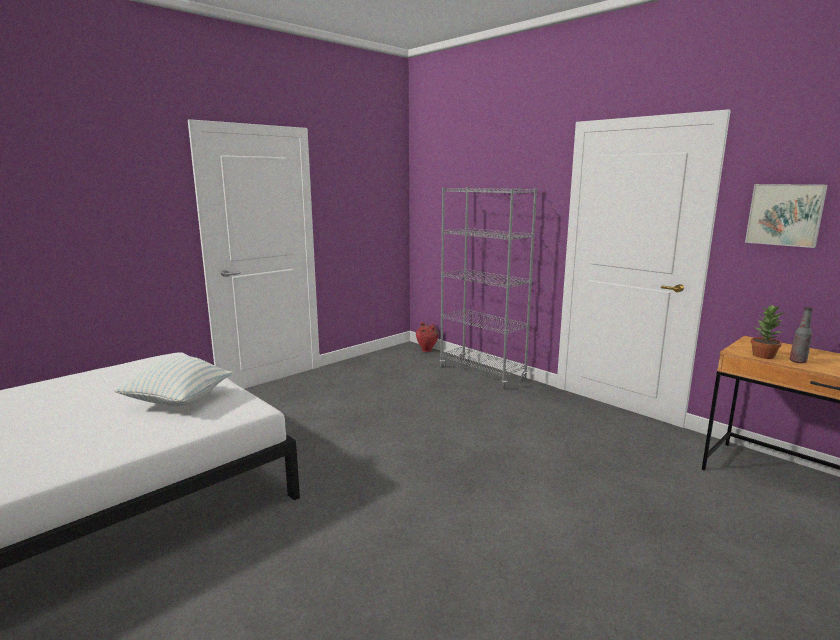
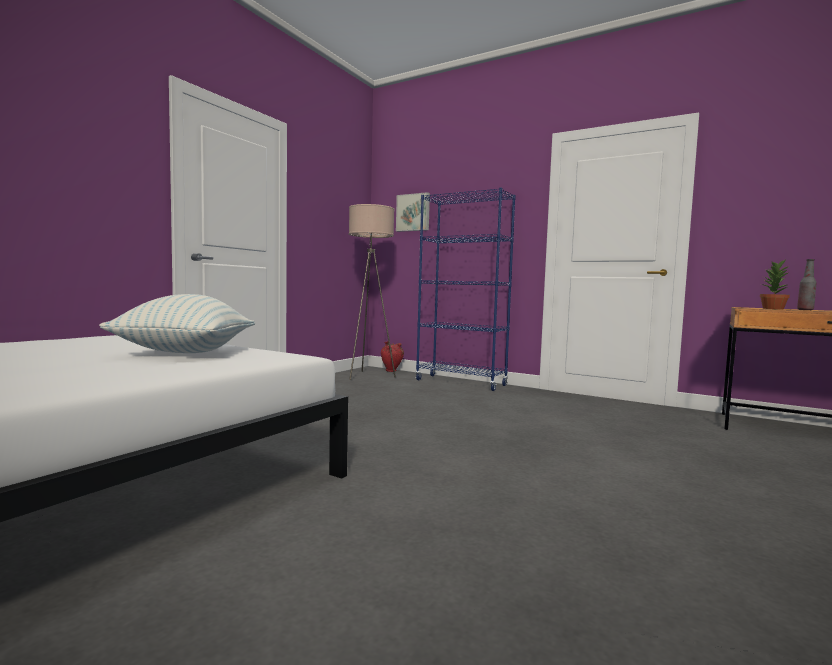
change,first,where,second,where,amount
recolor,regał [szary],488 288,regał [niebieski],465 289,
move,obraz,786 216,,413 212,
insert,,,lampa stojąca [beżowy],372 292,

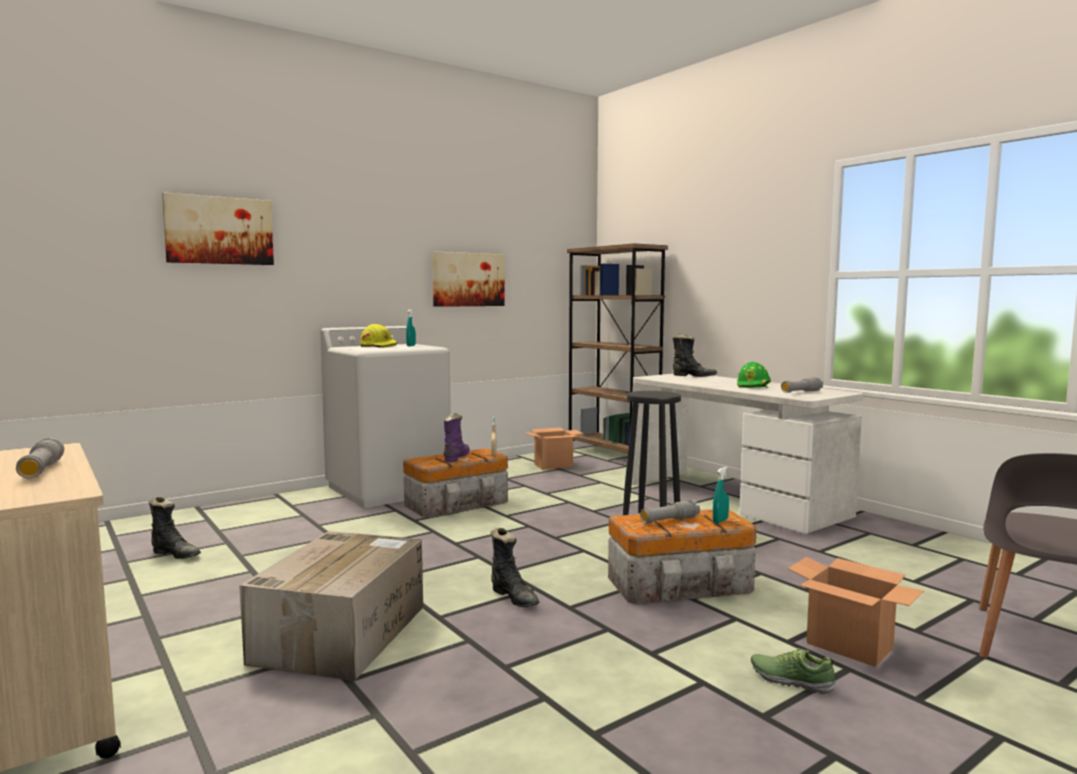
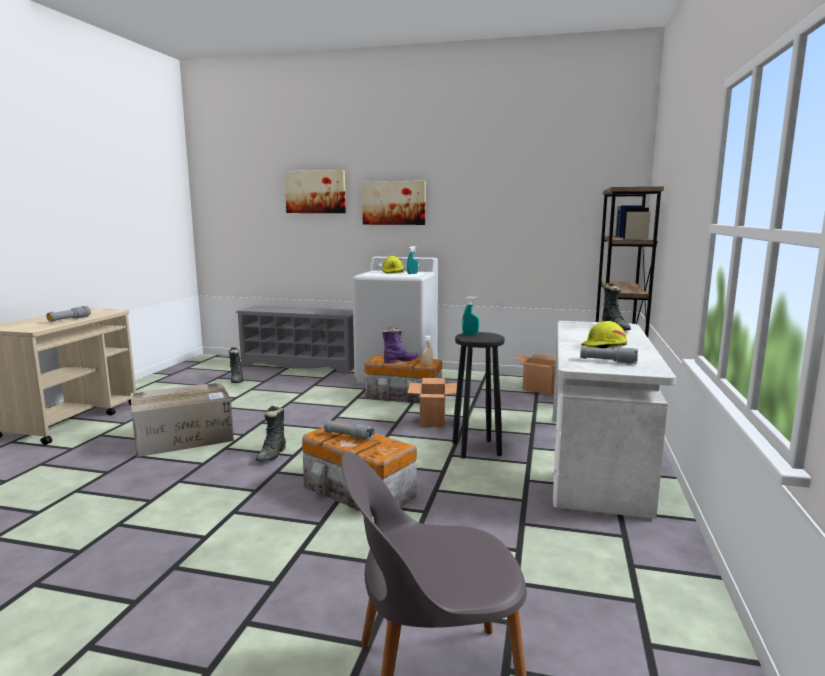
change,first,where,second,where,amount
move,obraz,468 279,,394 203,
move,spryskiwacz [turkusowy],721 495,,470 316,
recolor,kask [zielony],754 375,kask [żółty],604 335,
delete,but,794 671,,,
move,karton,856 612,,432 403,
insert,,,regał na buty [szary],294 339,

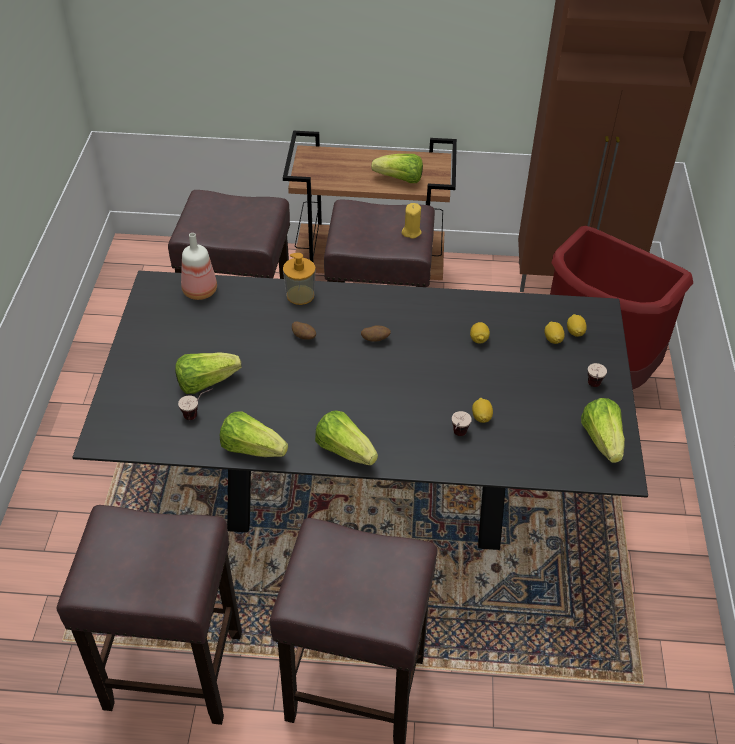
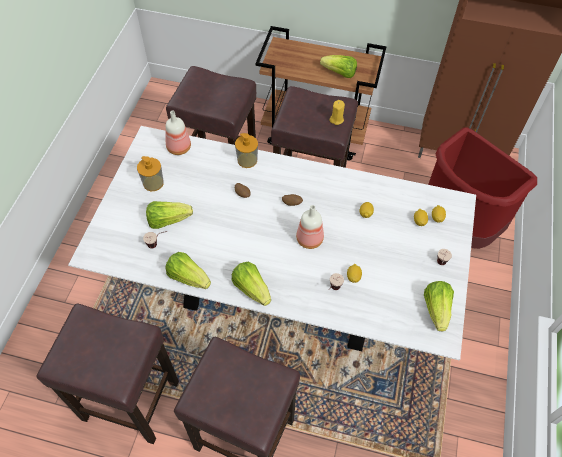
change,first,where,second,where,amount
recolor,stół jadalny [czarny],360 410,stół jadalny [biały],272 243,
insert,,,dozownik mydła,150 173,
insert,,,butelka,310 227,

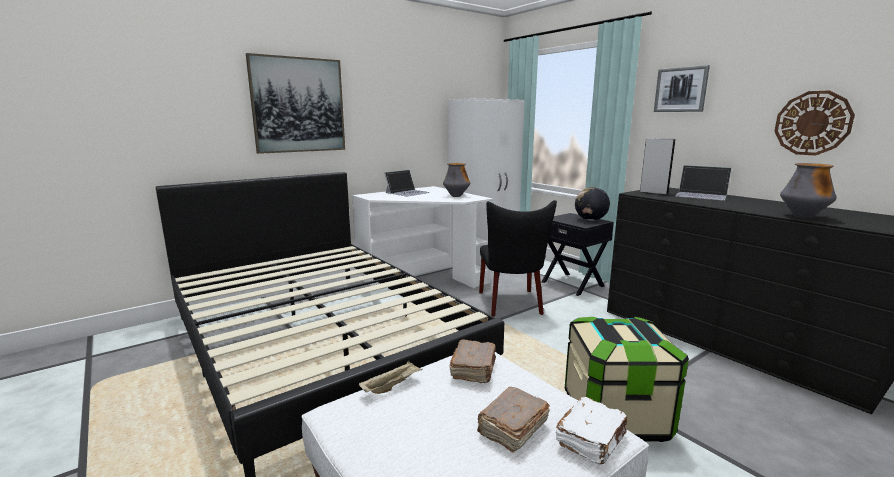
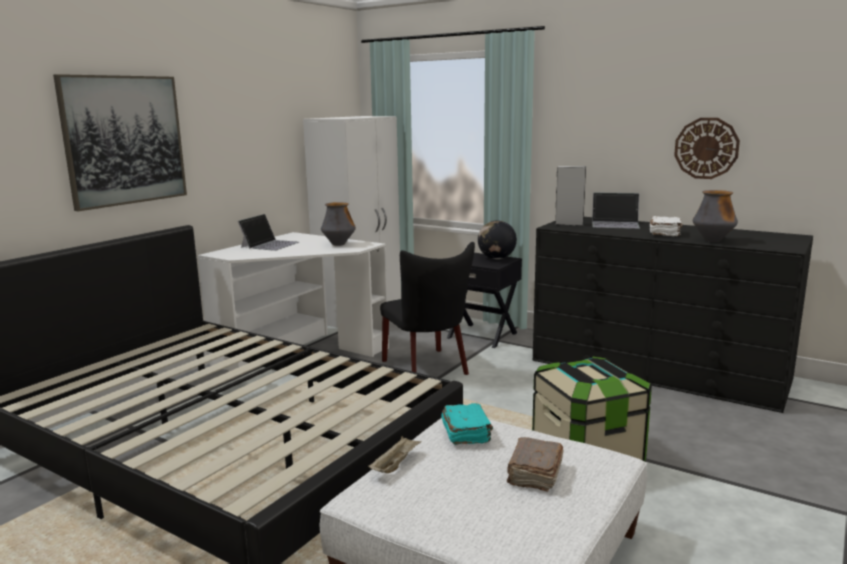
change,first,where,second,where,amount
recolor,książka [brązowy],472 361,książka [turkusowy],467 424,
move,książka [biały],591 430,,666 226,
delete,obraz,682 88,,,

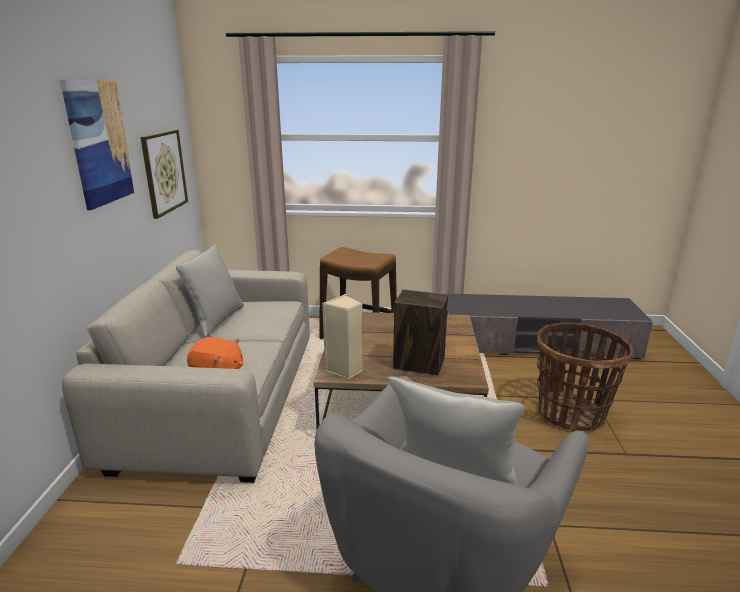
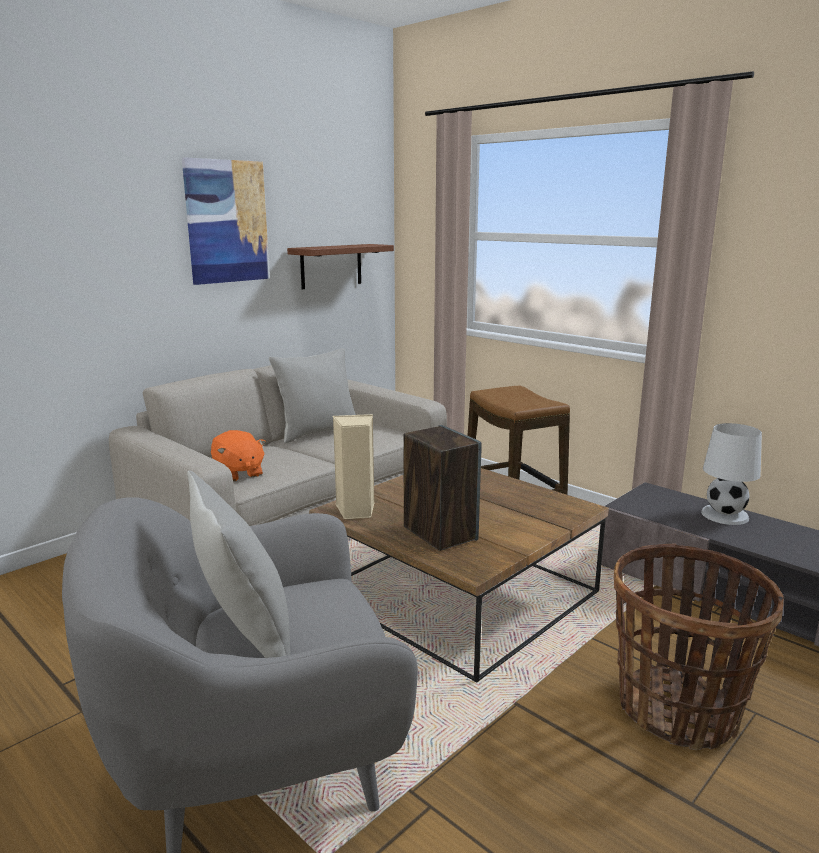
change,first,where,second,where,amount
replace,obraz,164 174,półka [brązowy],340 267,
insert,,,lampa stołowa [biały],731 474,

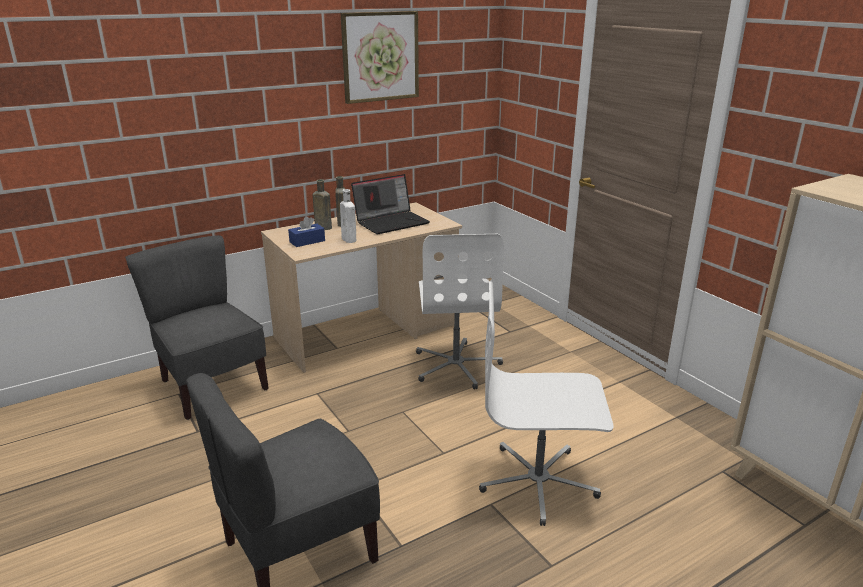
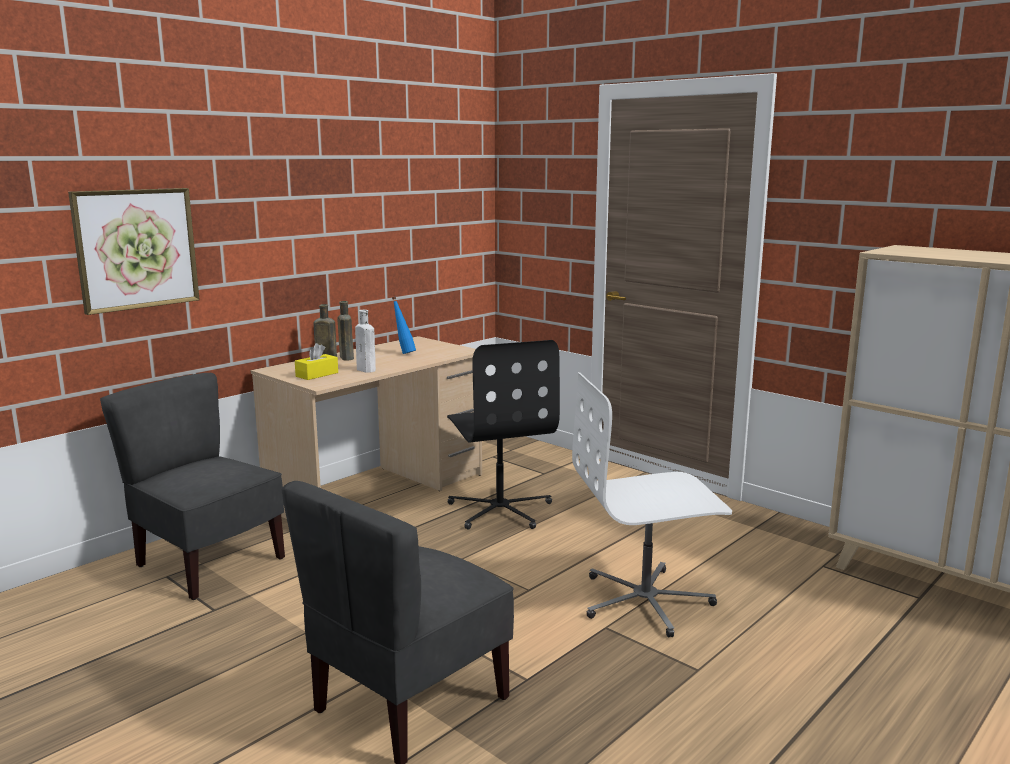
change,first,where,second,where,amount
recolor,pudełko chusteczek [niebieski],306 231,pudełko chusteczek [żółty],316 361,
move,obraz,380 57,,134 251,
replace,laptop,390 204,butelka [niebieski],404 325,
recolor,krzesło biurowe [biały],460 312,krzesło biurowe [czarny],503 434,

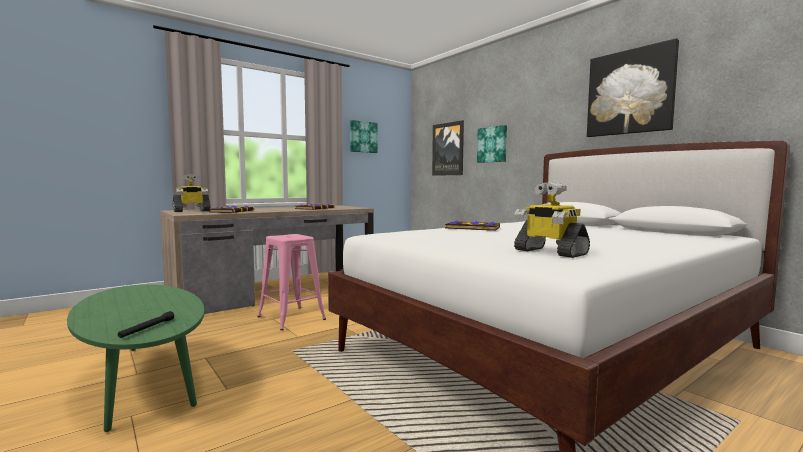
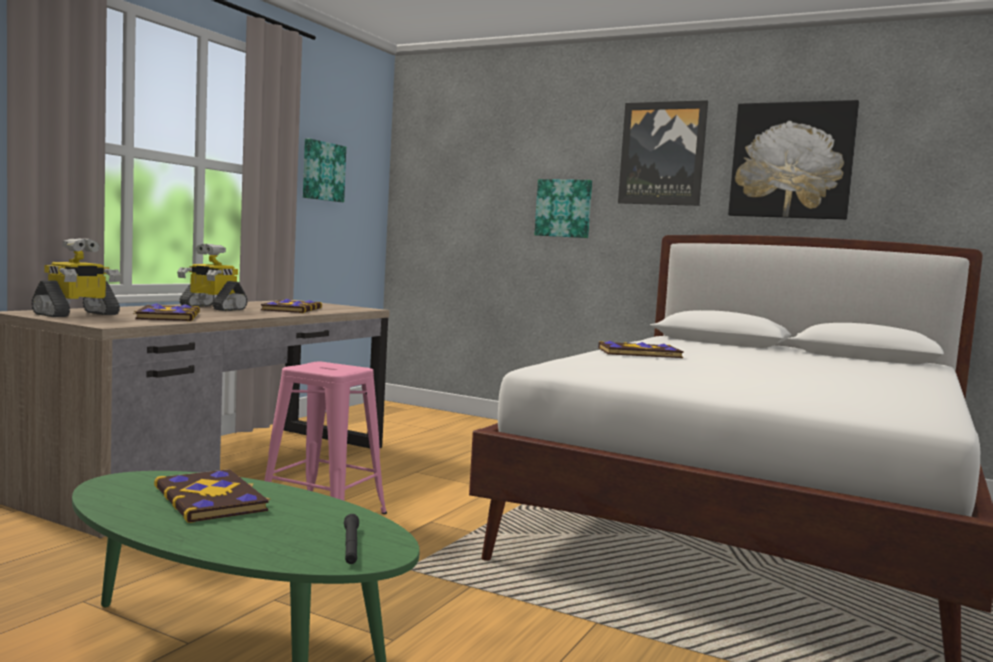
change,first,where,second,where,amount
move,obraz,448 148,,663 153,
move,robot zabawkowy,552 220,,212 277,
insert,,,książka,212 496,

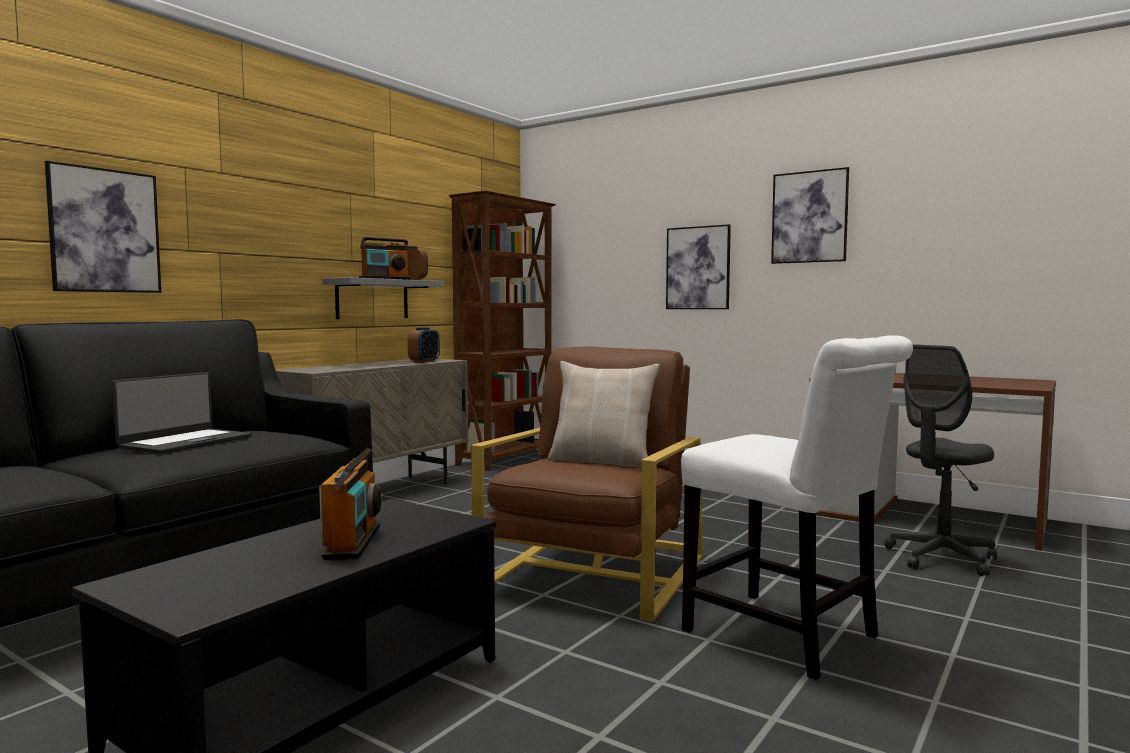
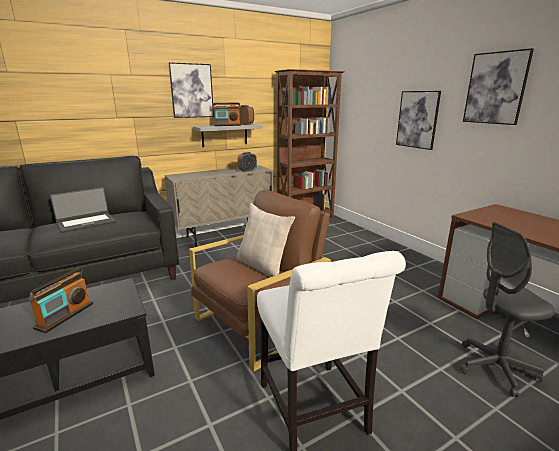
change,first,where,second,where,amount
move,obraz,103 226,,191 90,

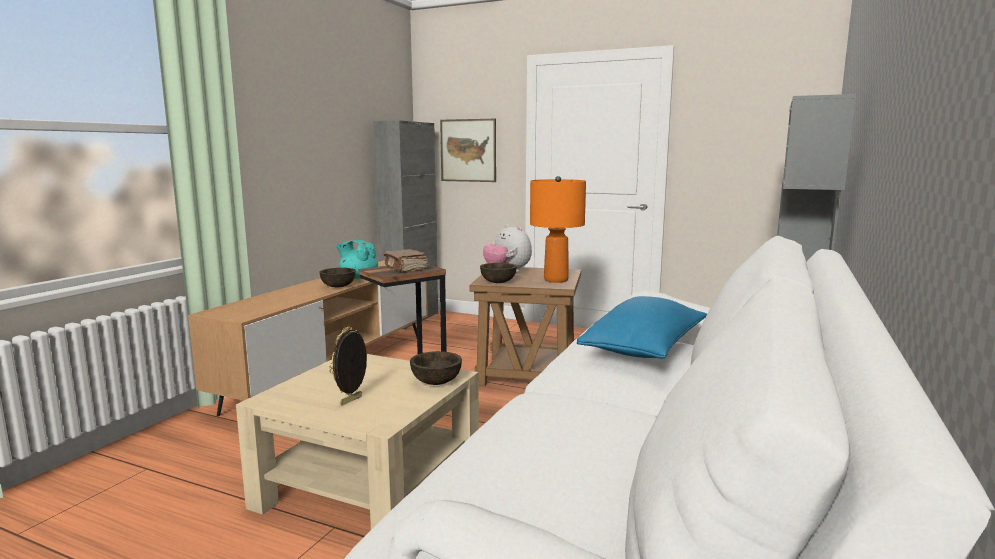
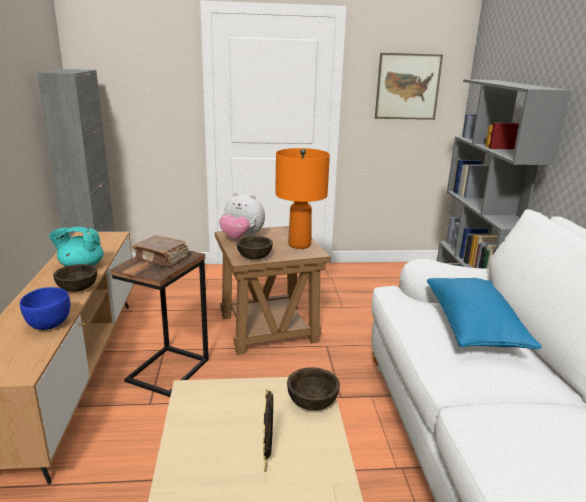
change,first,where,second,where,amount
move,obraz,468 150,,409 86,
insert,,,miska [niebieski],45 308,

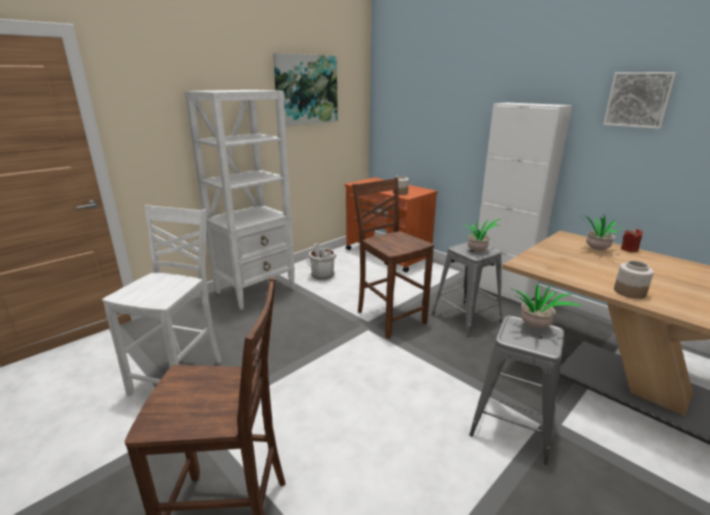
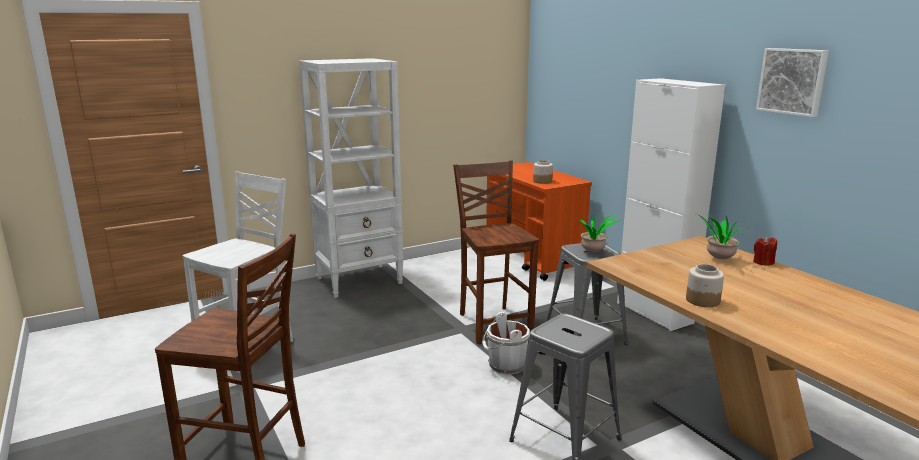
change,first,where,second,where,amount
delete,obraz,305 90,,,
move,wiadro [biały],322 261,,506 343,
delete,roślina doniczkowa,548 306,,,

